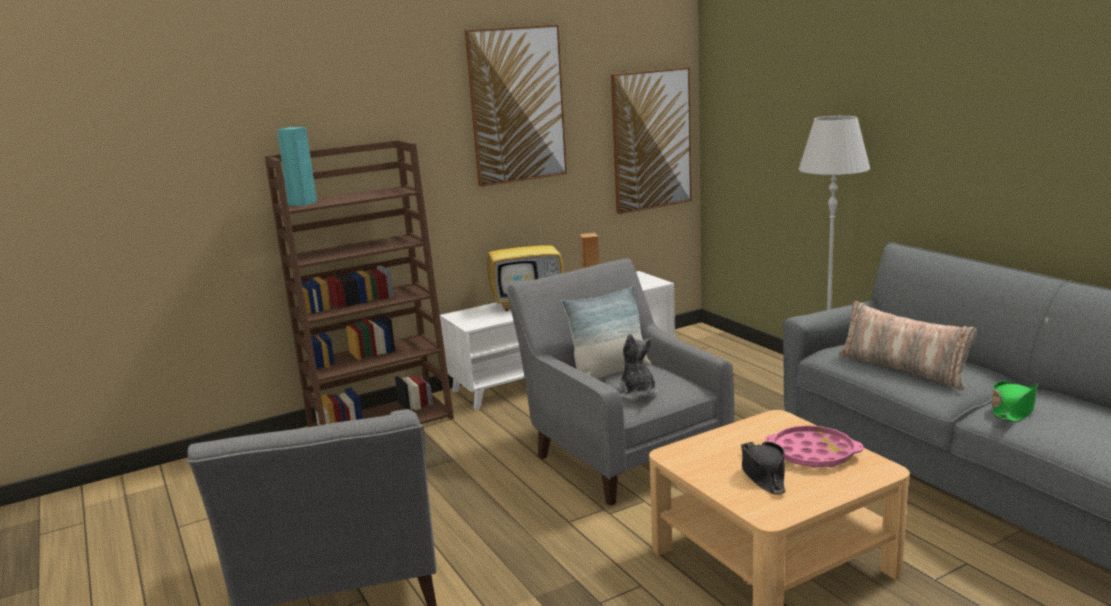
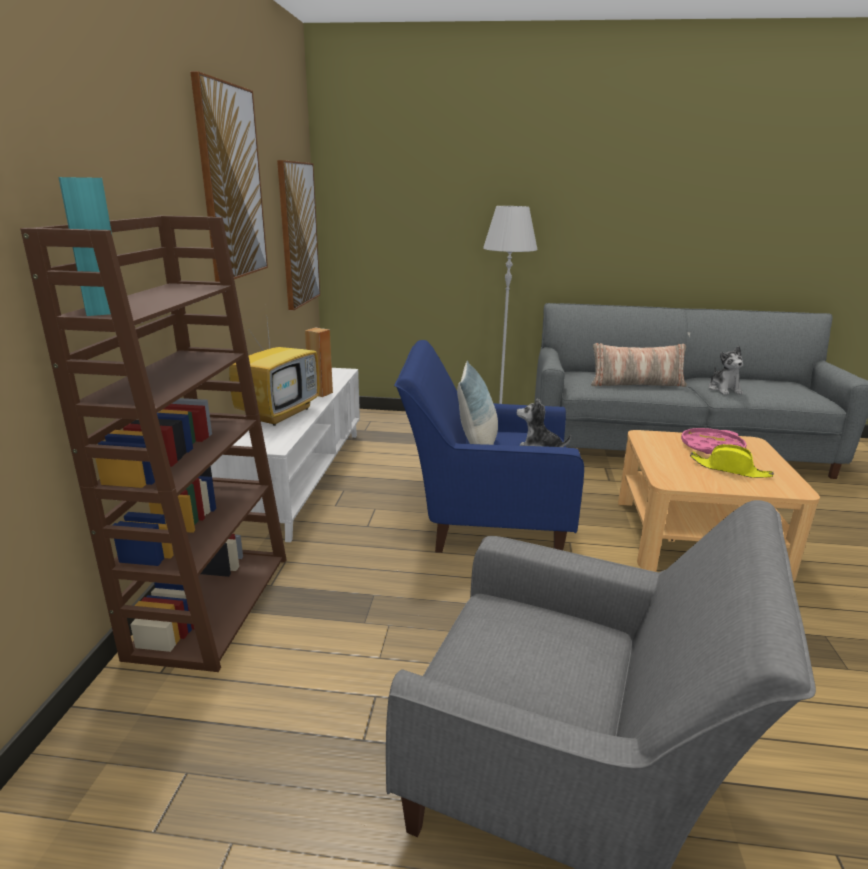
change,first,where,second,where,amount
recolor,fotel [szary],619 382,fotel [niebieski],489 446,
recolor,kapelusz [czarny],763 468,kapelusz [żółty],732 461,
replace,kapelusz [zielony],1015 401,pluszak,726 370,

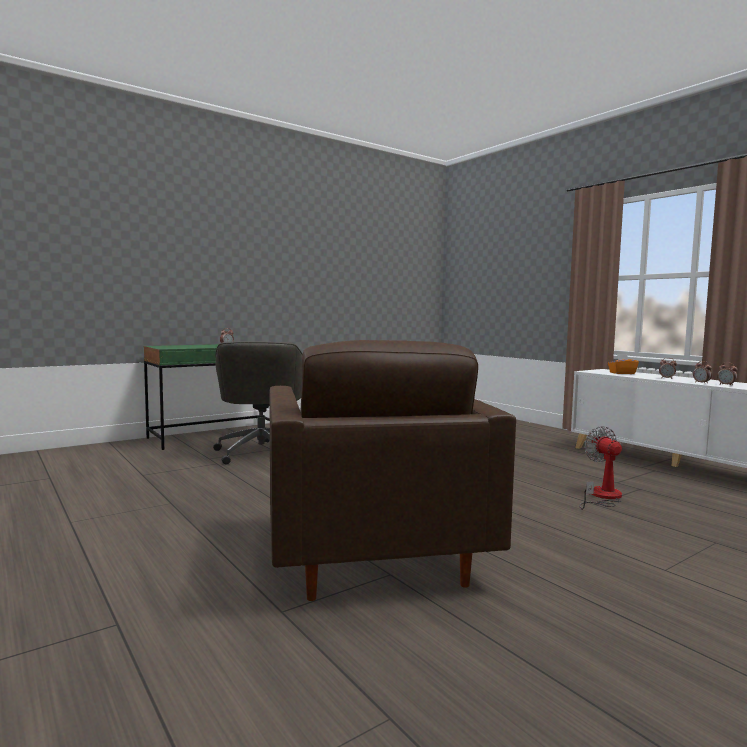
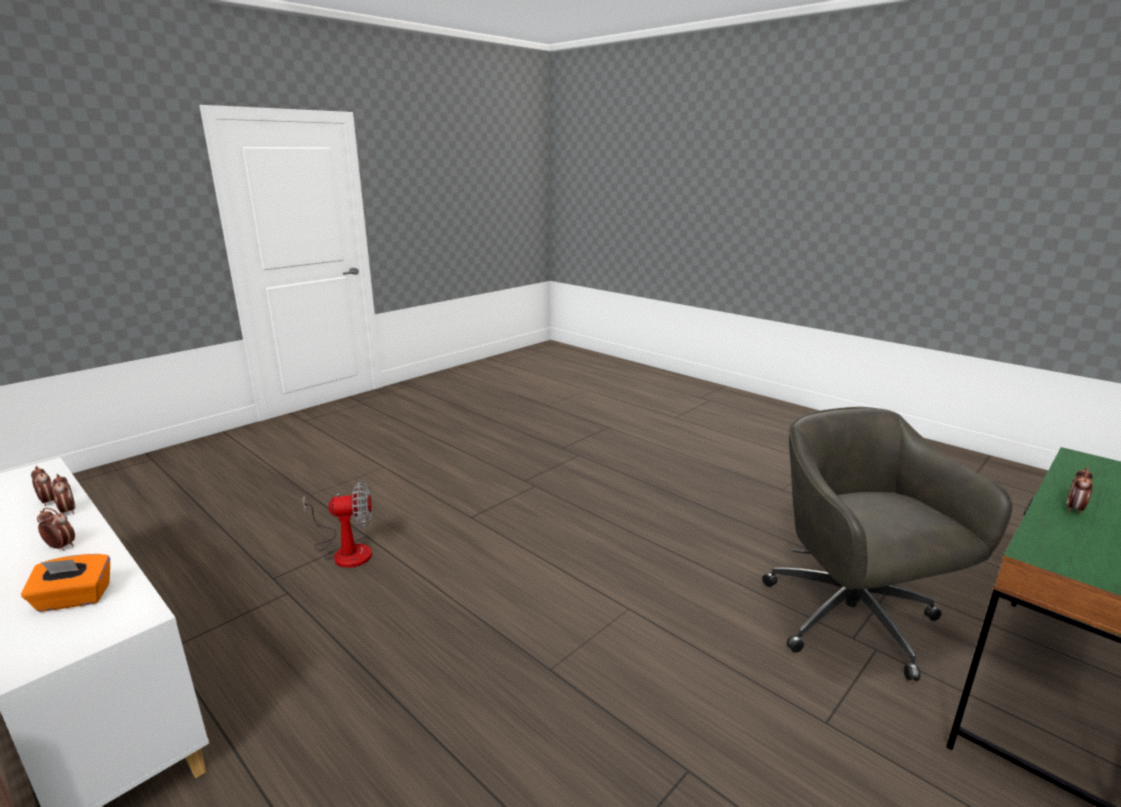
change,first,where,second,where,amount
delete,fotel [brązowy],392 470,,,
rotate,wentylator,600 468,,337 524,75 degrees counterclockwise

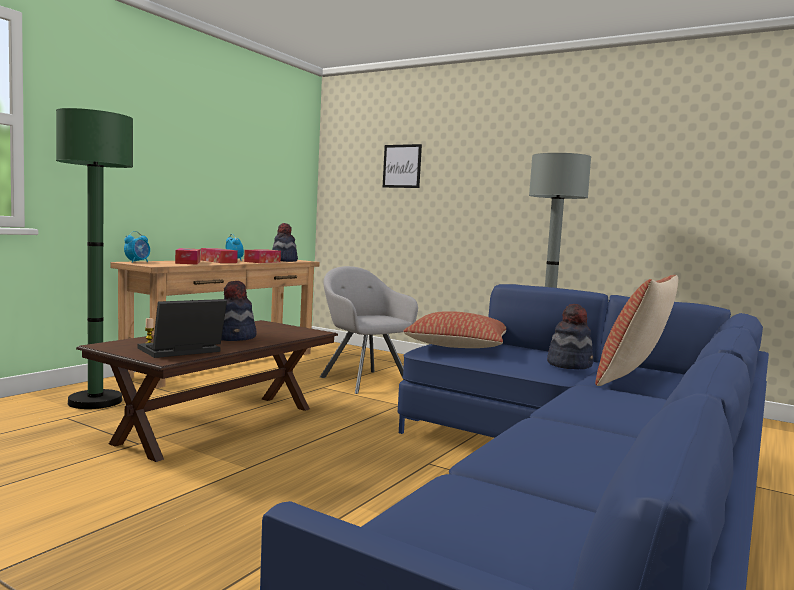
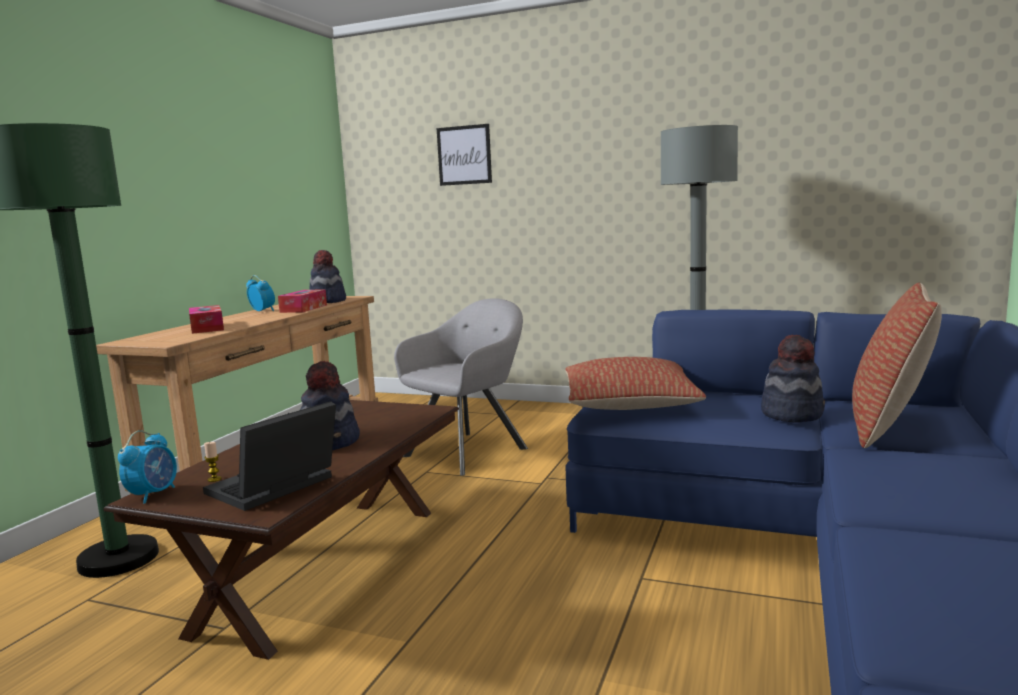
change,first,where,second,where,amount
move,budzik,137 247,,147 467,
delete,pudełko chusteczek,219 255,,,
rotate,fotel [szary],369 330,,461 387,90 degrees clockwise

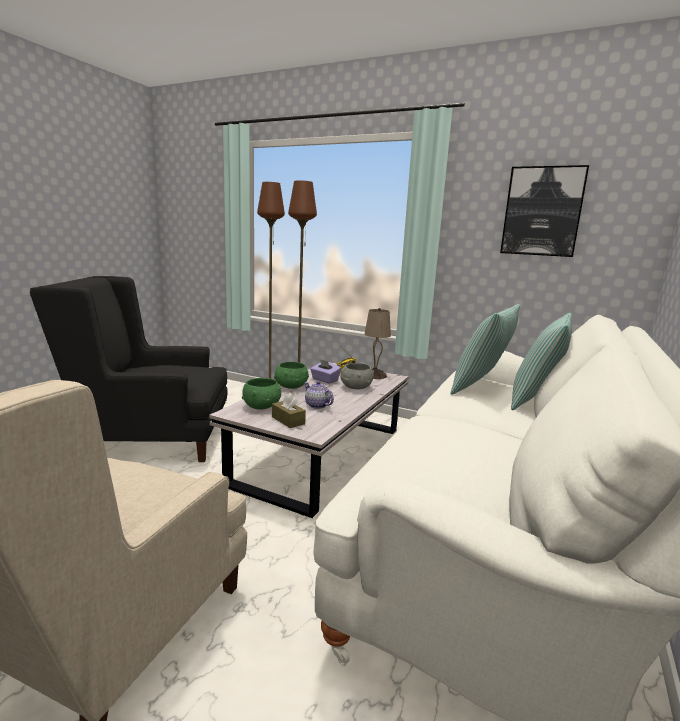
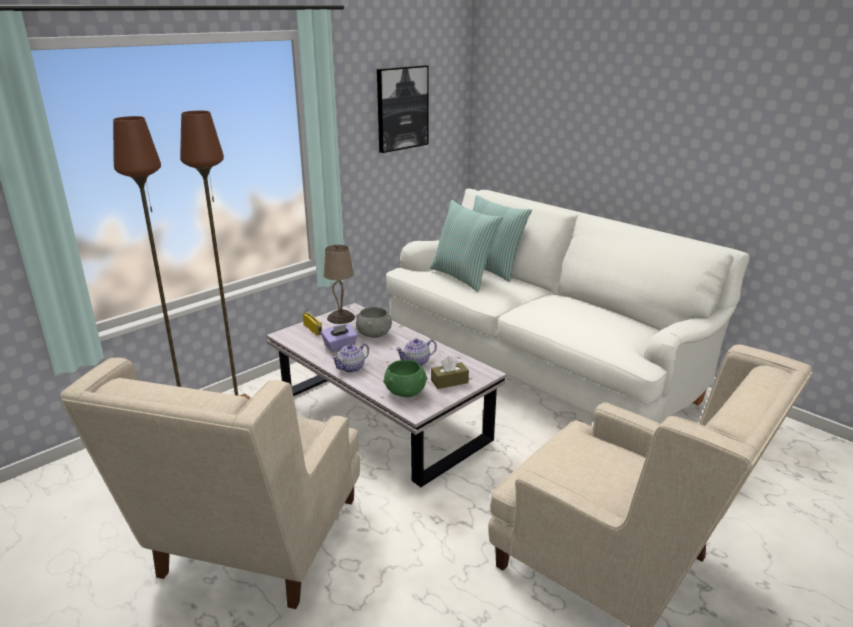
change,first,where,second,where,amount
recolor,fotel [czarny],129 369,fotel [beżowy],210 483,
replace,miska [zielony],291 375,imbryk,350 358,

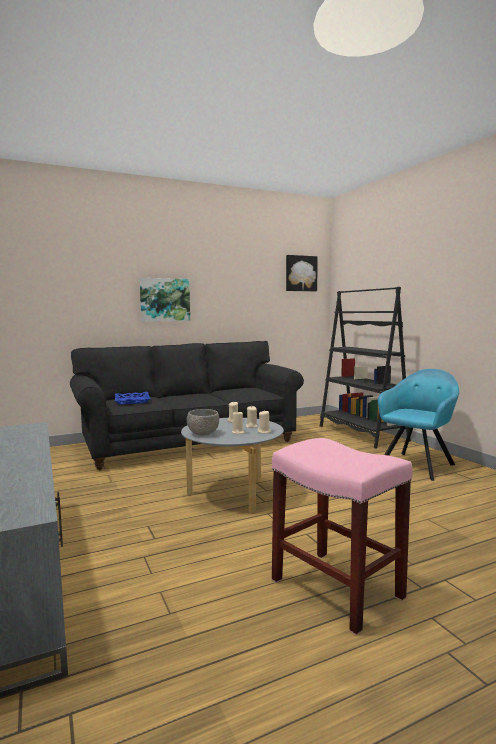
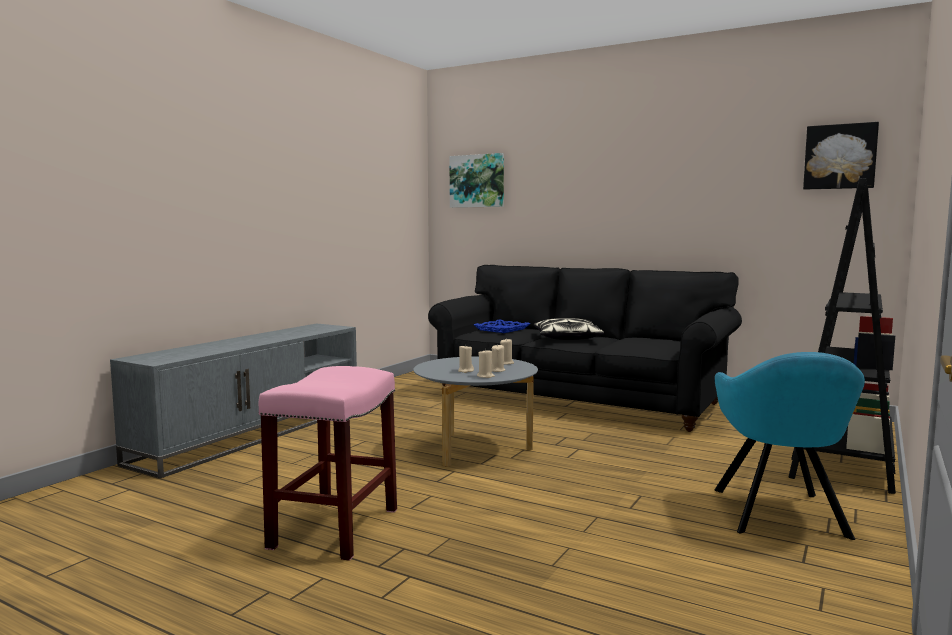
change,first,where,second,where,amount
move,obraz,165 300,,477 180,
delete,miska [szary],203 422,,,
rotate,fotel [turkusowy],418 425,,789 446,90 degrees clockwise
insert,,,poduszka,569 329,

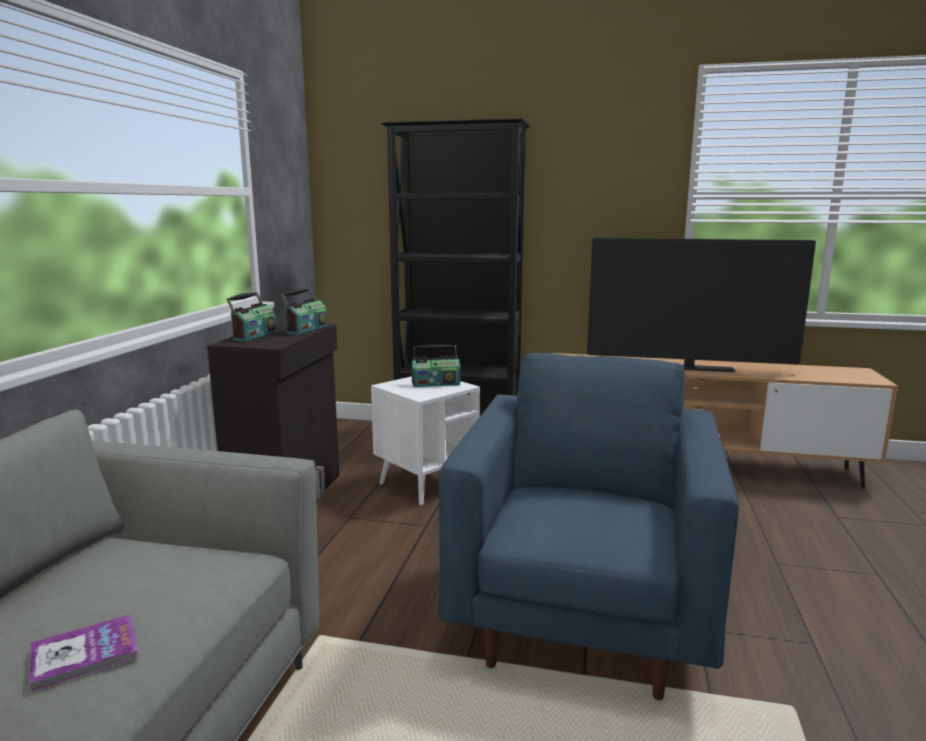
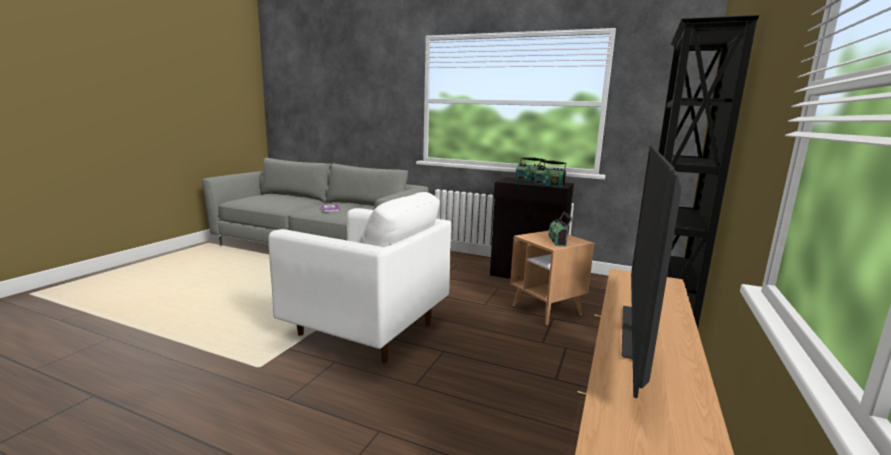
change,first,where,second,where,amount
recolor,stolik [biały],425 441,stolik [brązowy],552 277,
recolor,fotel [niebieski],589 526,fotel [biały],359 277,

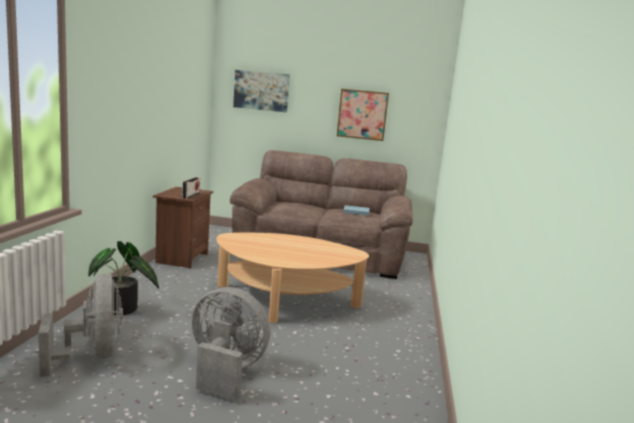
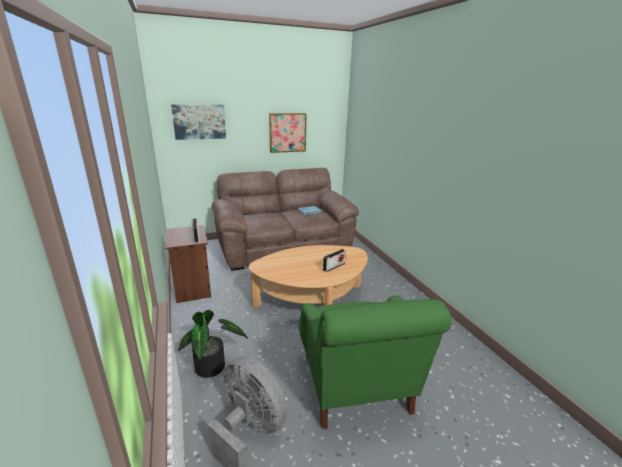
change,first,where,second,where,amount
replace,wentylator [szary],231 344,fotel [zielony],375 362,
insert,,,radio,334 260,

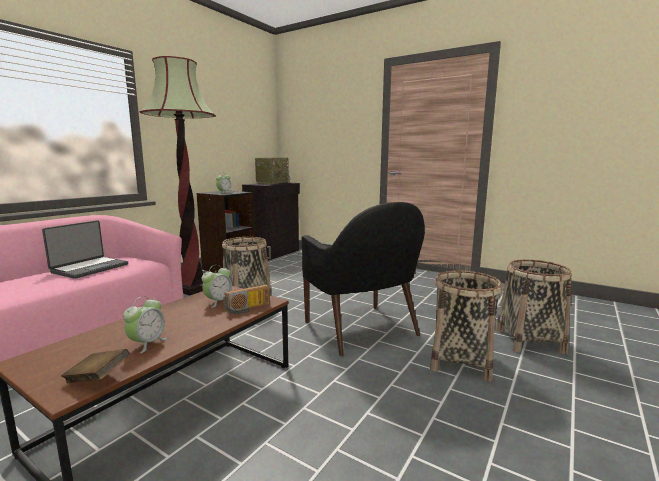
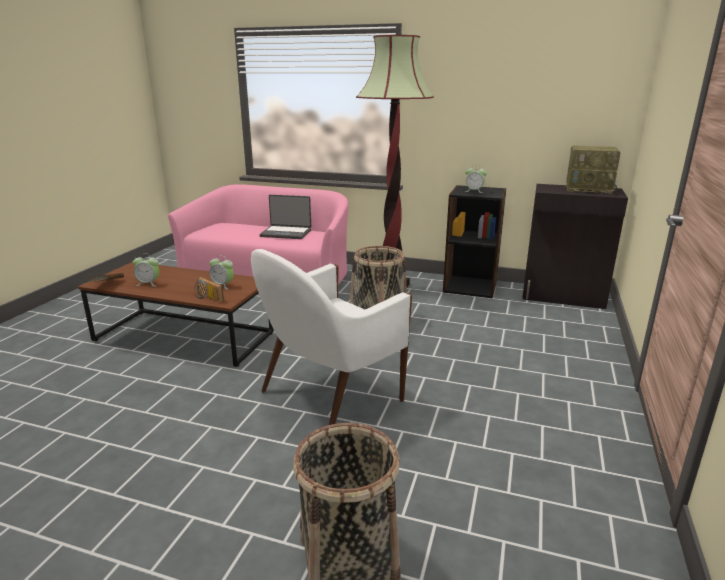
change,first,where,second,where,amount
recolor,fotel [czarny],363 279,fotel [biały],331 337,
delete,koszyk,466 326,,,

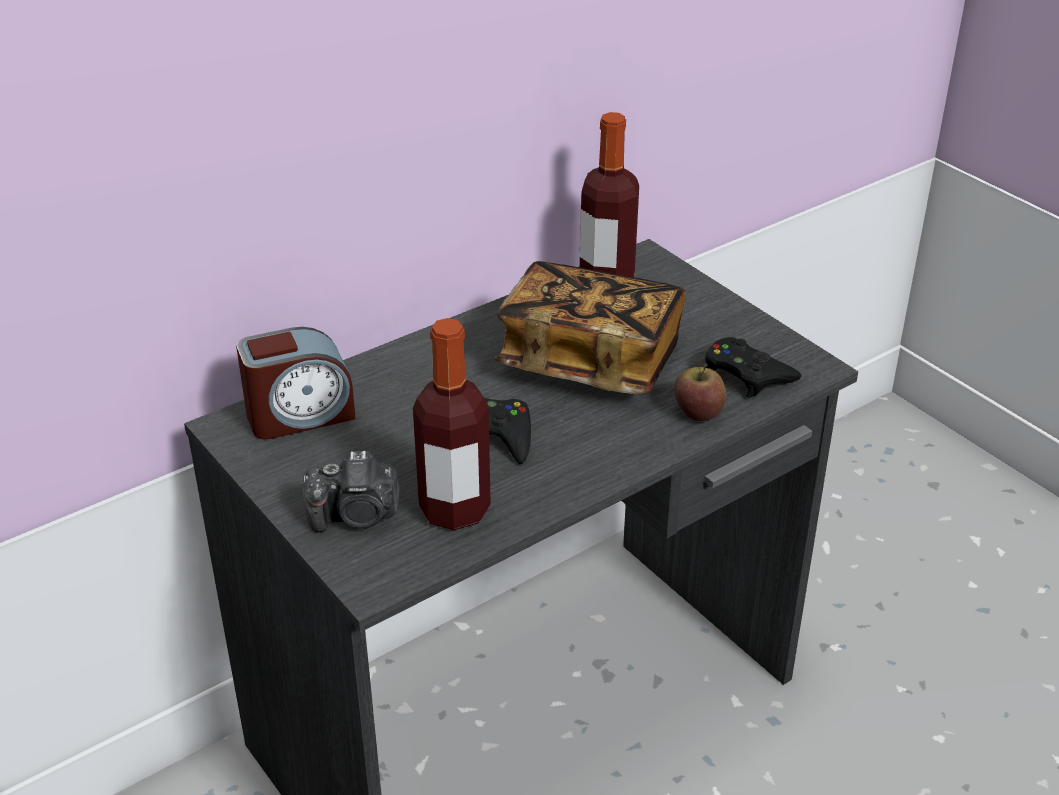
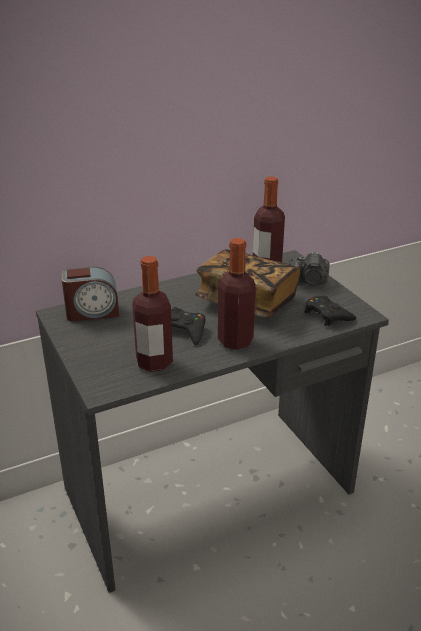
change,first,where,second,where,amount
move,aparat fotograficzny,351 491,,309 268,
delete,jabłko,700 392,,,
insert,,,butelka,237 294,

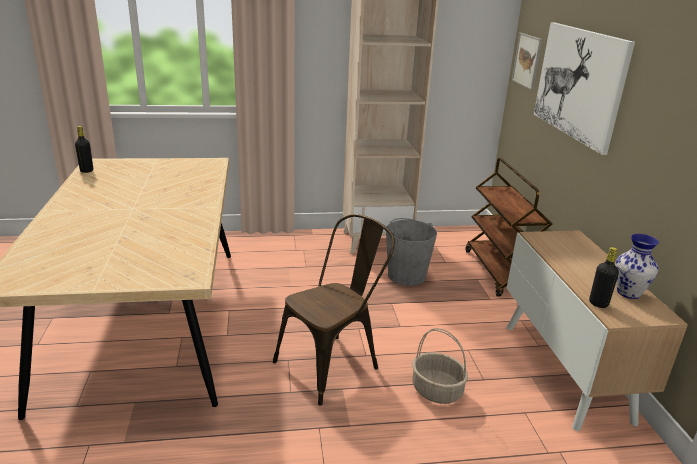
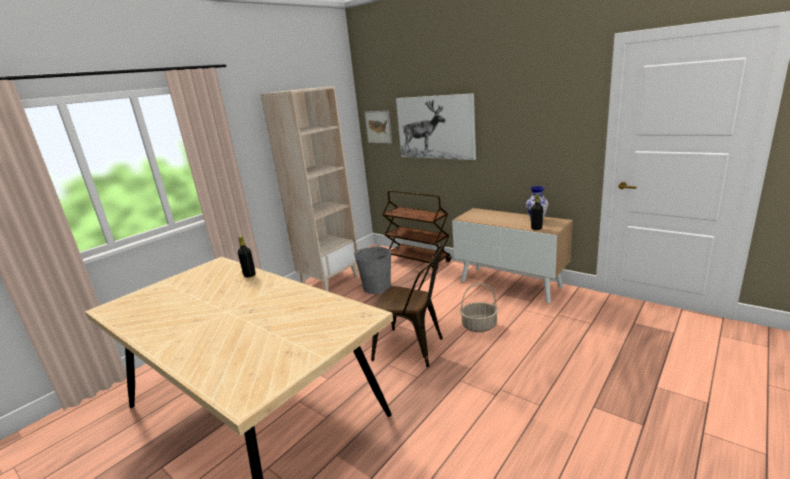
change,first,where,second,where,amount
move,butelka [czarny],84 149,,247 256,
rotate,krzesło [brązowy],334 310,,407 306,105 degrees clockwise

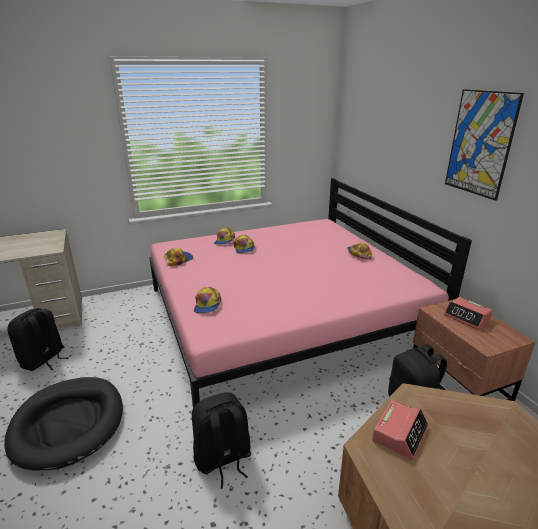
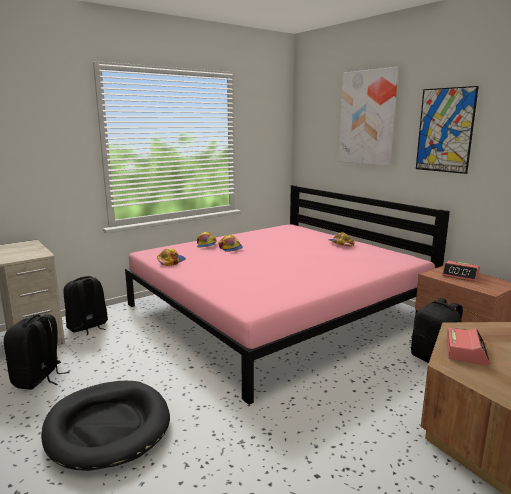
change,first,where,second,where,amount
move,plecak [czarny],221 440,,85 305,
delete,czapka z daszkiem,207 300,,,
insert,,,obraz,369 116,

